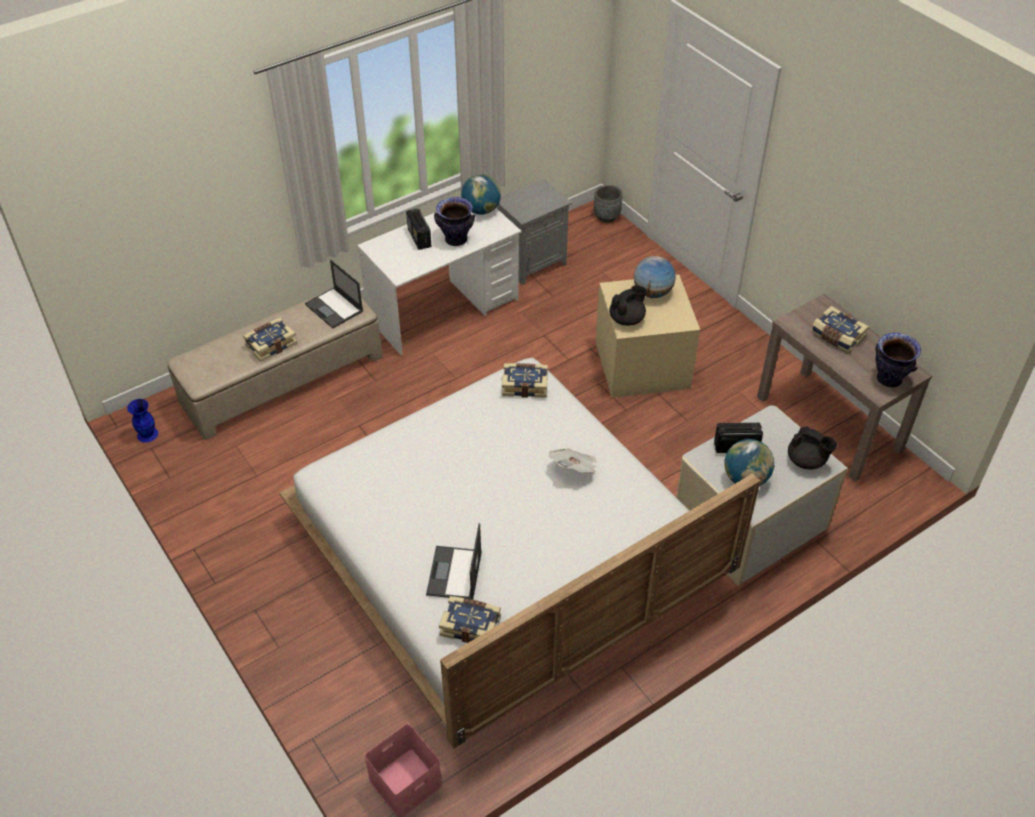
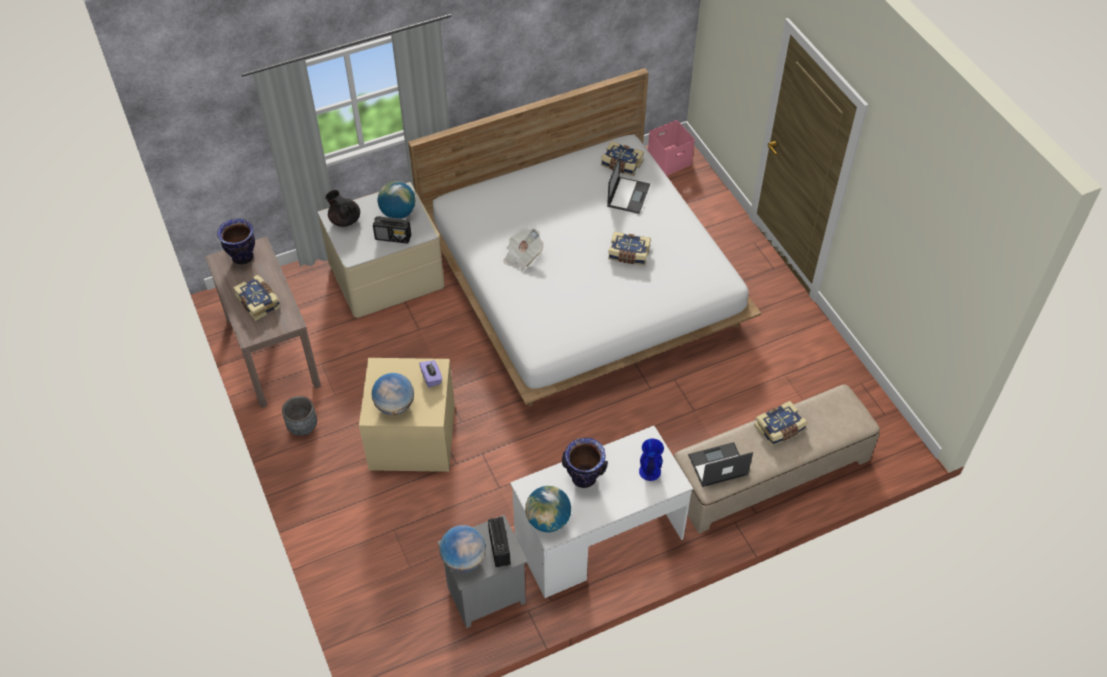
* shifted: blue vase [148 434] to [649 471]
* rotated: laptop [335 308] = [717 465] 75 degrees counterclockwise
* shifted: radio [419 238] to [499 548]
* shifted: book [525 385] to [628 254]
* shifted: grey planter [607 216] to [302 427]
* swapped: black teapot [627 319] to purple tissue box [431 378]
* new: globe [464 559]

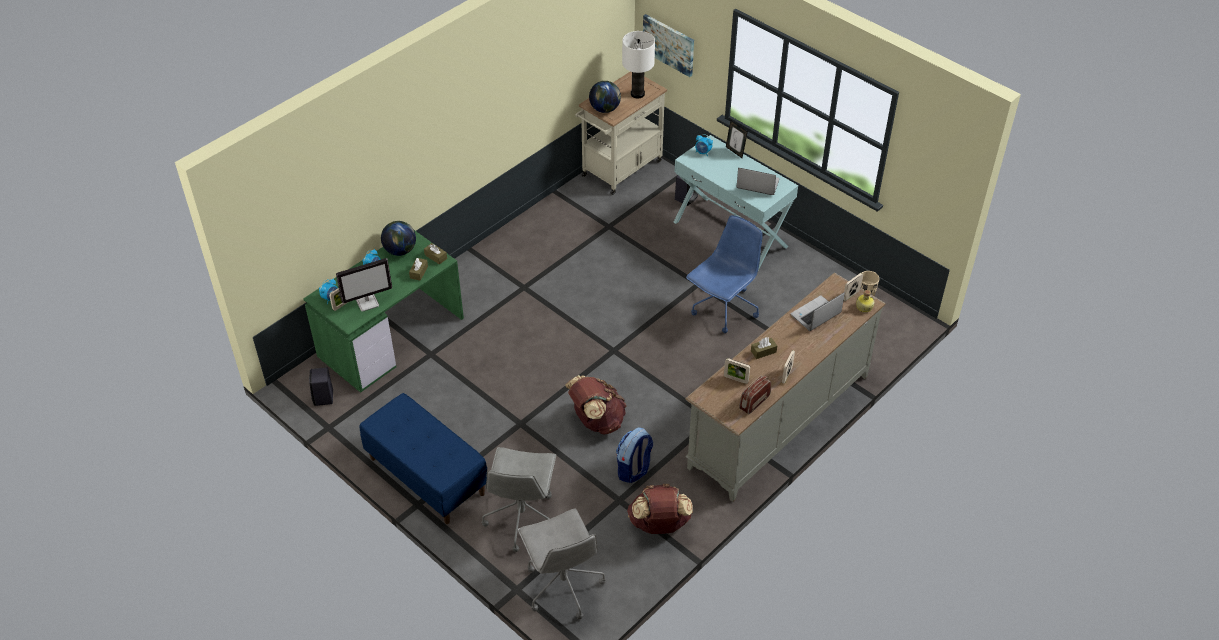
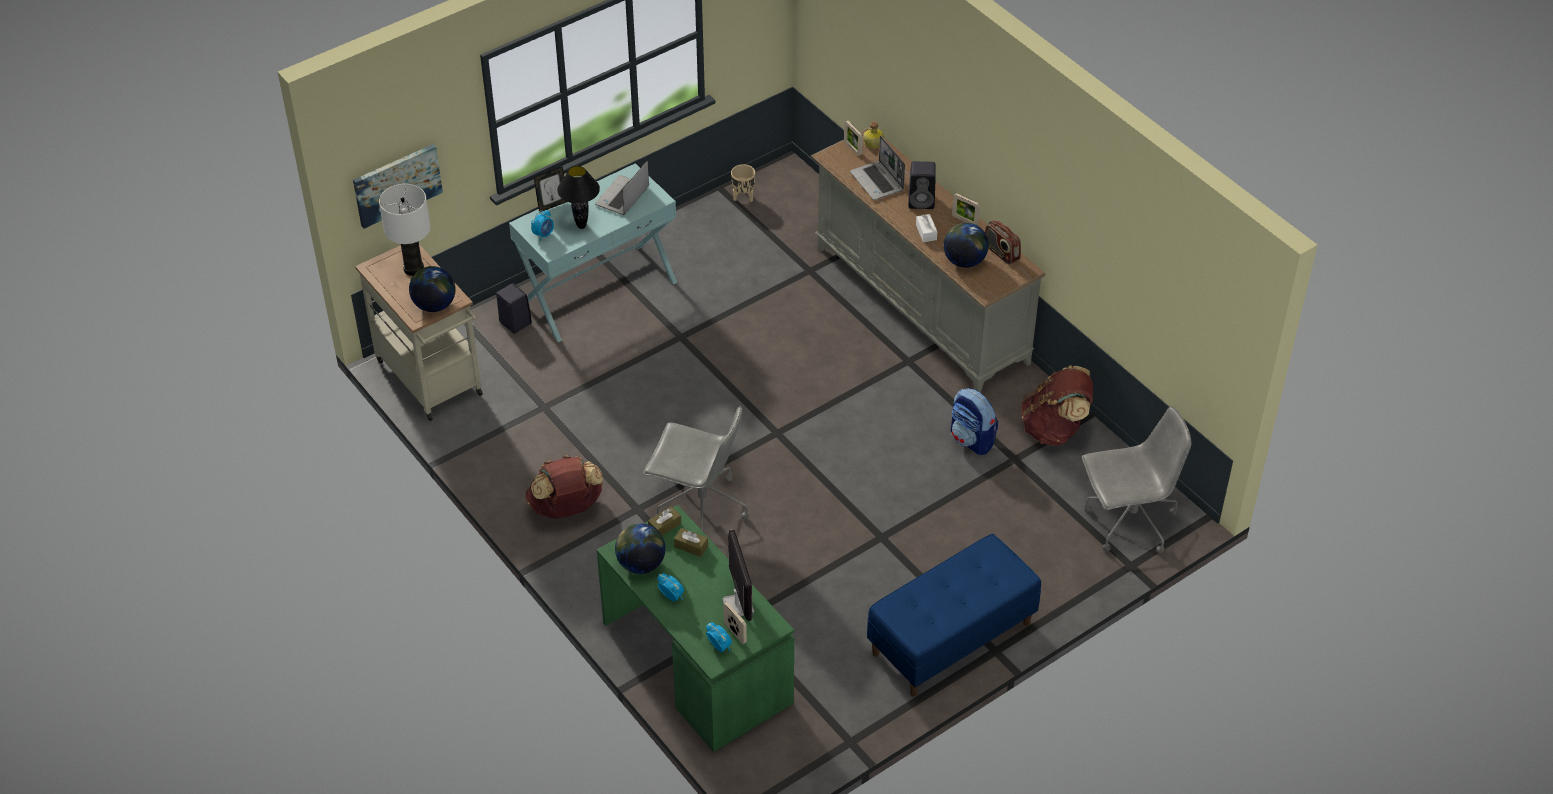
* shifted: black speaker [323 398] to [922 201]
* shifted: grey office chair [522 516] to [698 507]
* shifted: brown backpack [596 421] to [566 508]
* gone: blue office chair [722 310]
* swapped: picture frame [736 379] to globe [964 261]
* repainted: brown tissue box [763 351] to white tissue box [926 232]
* new: black table lamp [582 226]

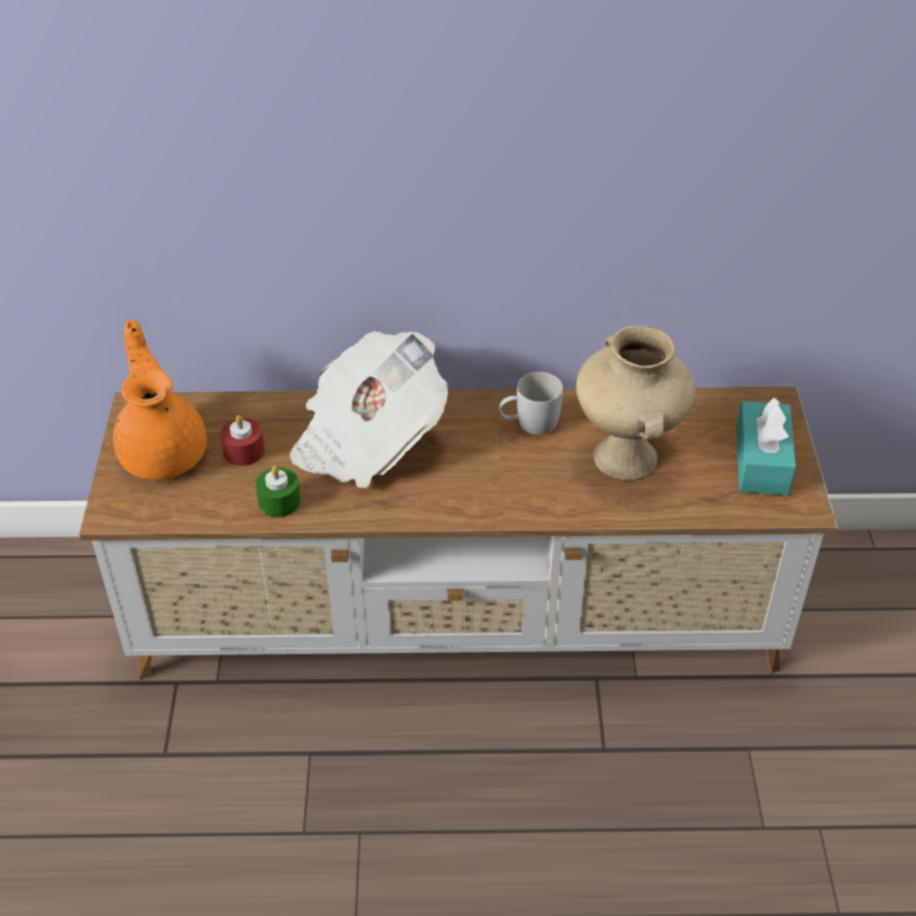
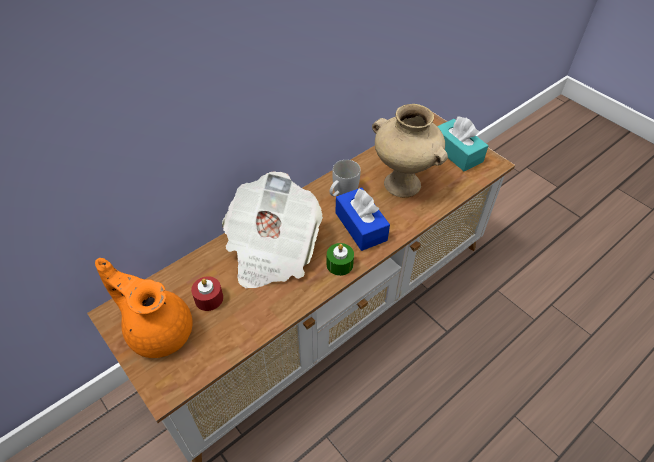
* shifted: green candle [279 501] to [339 264]
* new: blue tissue box [361 226]

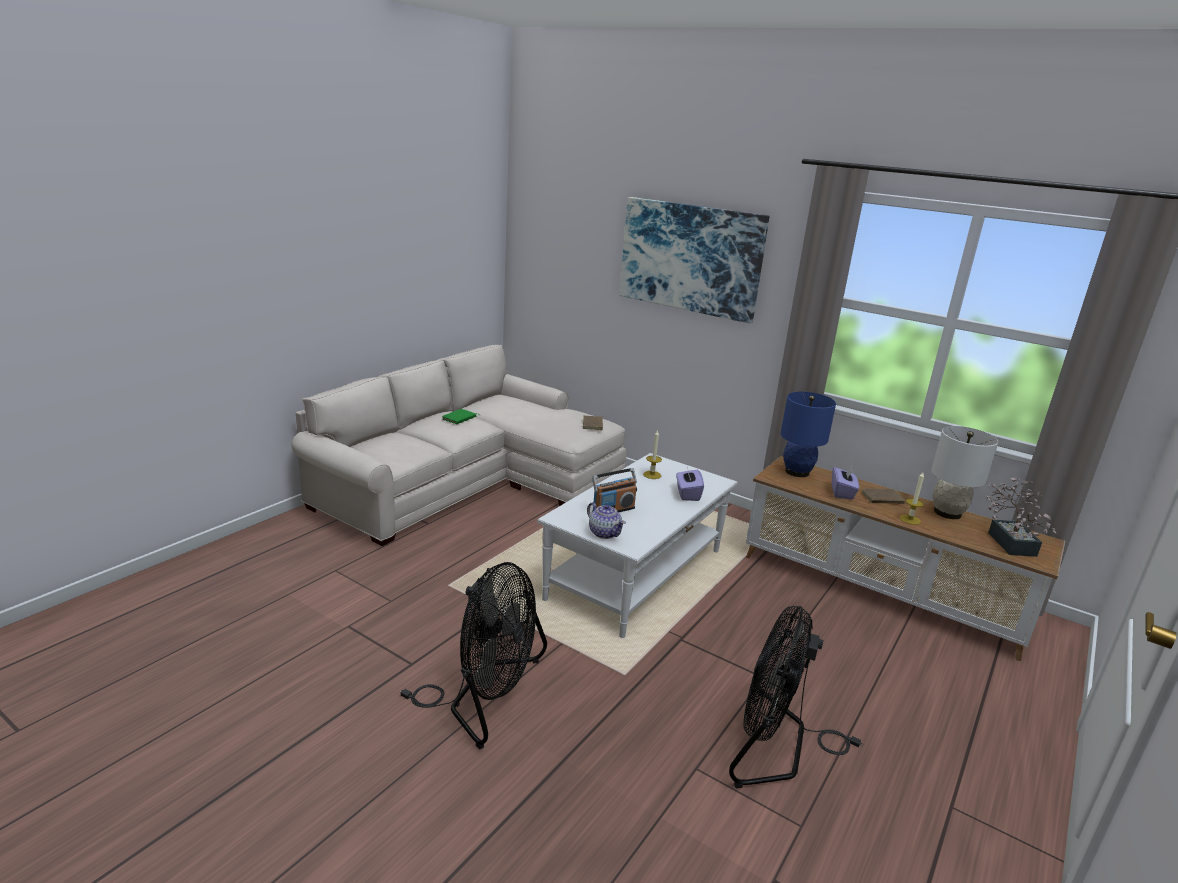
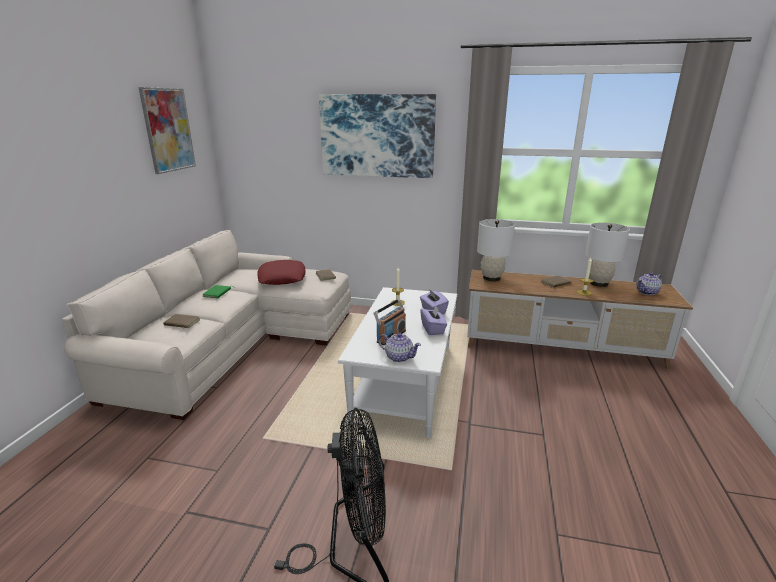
* gone: black fan [778 741]
* repainted: blue table lamp [797 472] to white table lamp [491 278]
* shifted: purple tissue box [842 492] to [433 329]
* swapped: potted plant [1009 541] to teapot [647 292]
* new: picture [168 130]
* new: brown book [181 323]
* new: red pillow [282 277]

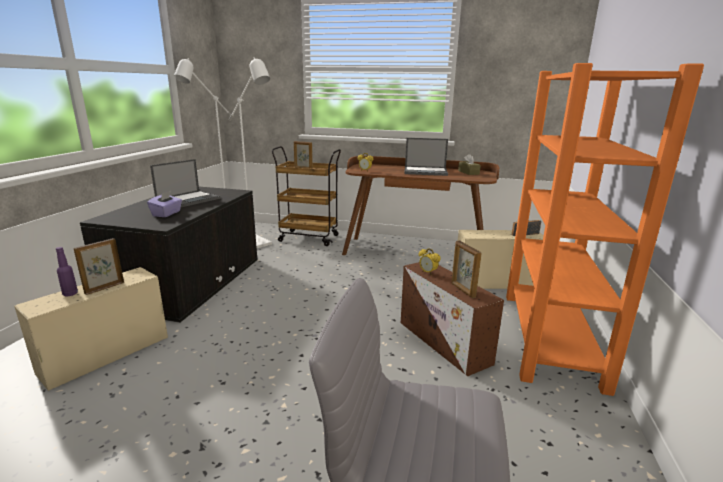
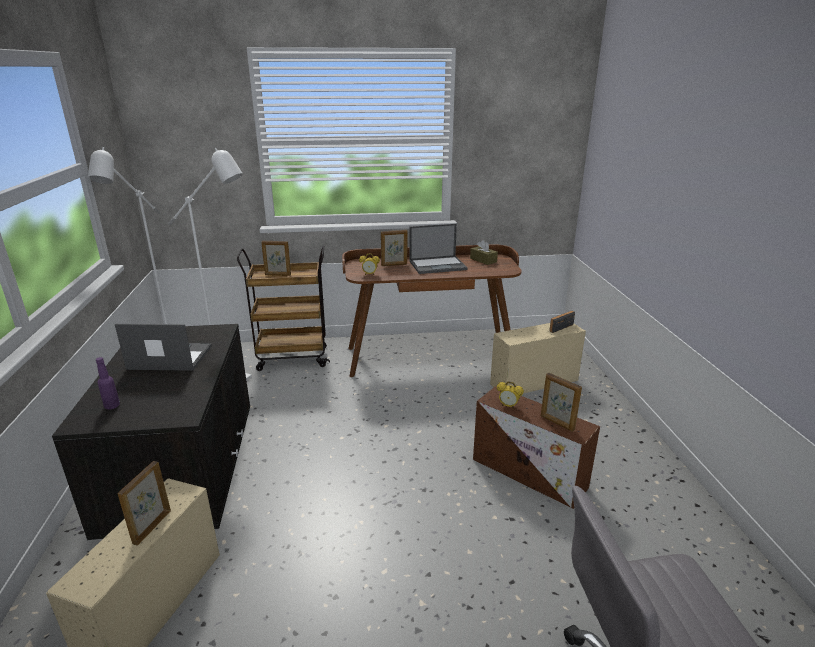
* shifted: purple bottle [70 294] to [112 406]
* gone: purple tissue box [167 214]
* rotated: laptop [189 199] = [169 357] 105 degrees counterclockwise
* gone: orange bookcase [550 337]
* new: picture frame [394 265]

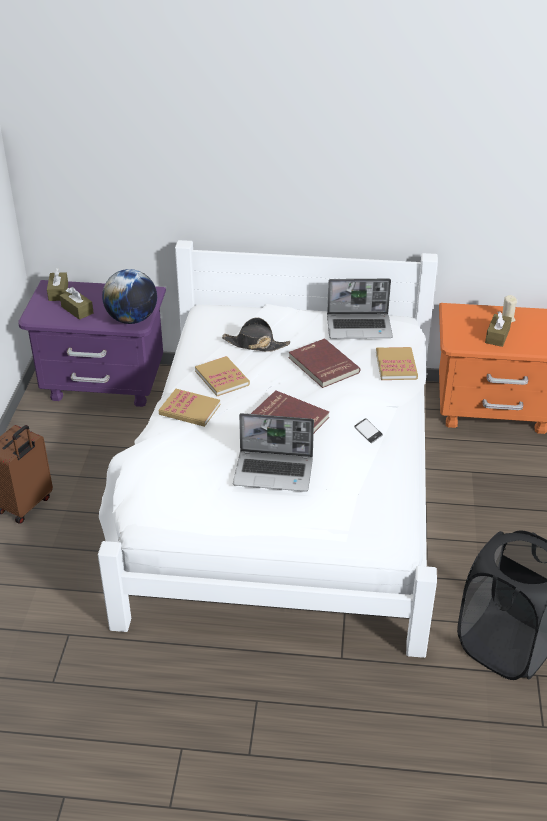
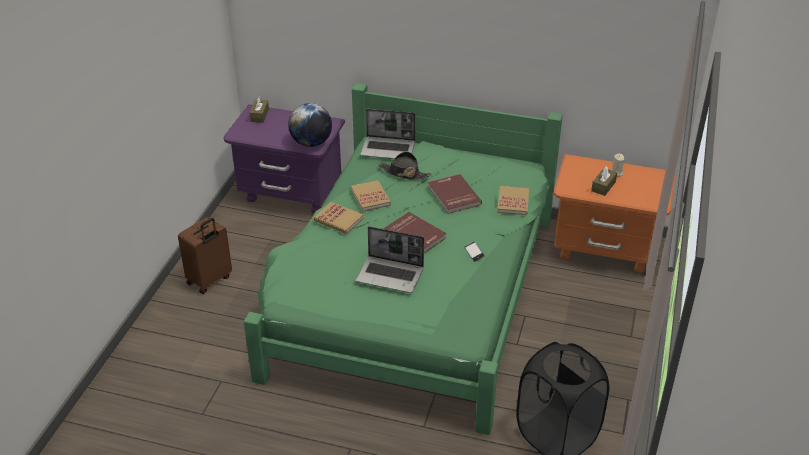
* gone: brown tissue box [77 310]
* repainted: white bed [284 492] to green bed [412 295]
* shifted: laptop [360 327] to [388 149]

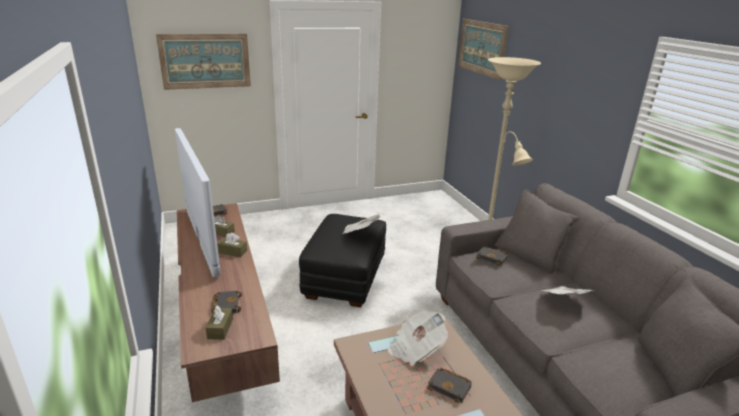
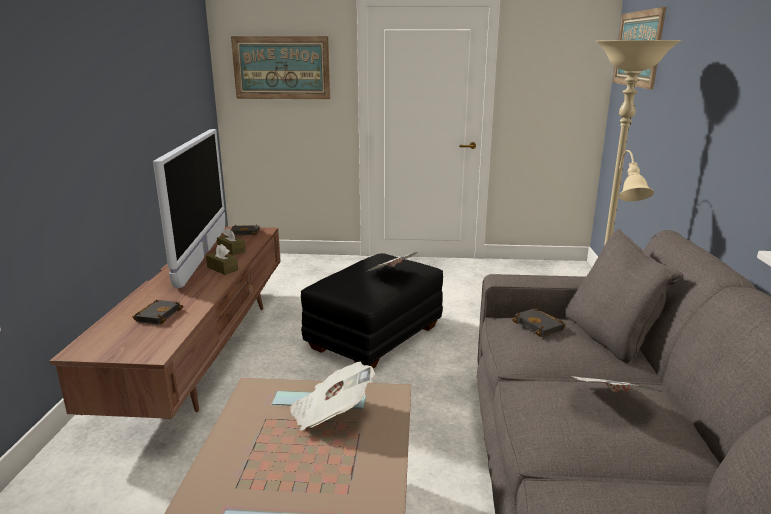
* gone: brown tissue box [220 329]
* gone: black book [450 387]

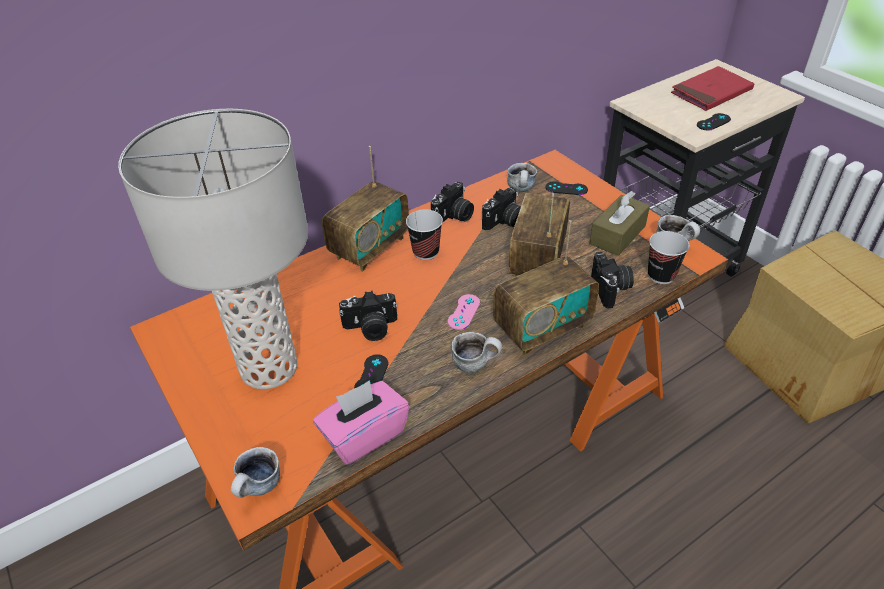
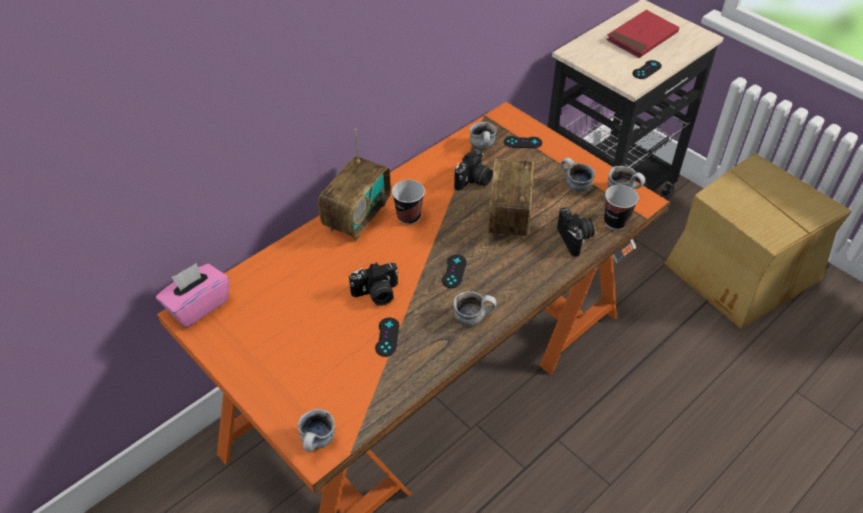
* gone: white table lamp [268 368]
* shifted: pink tissue box [364 435] to [198 306]
* gone: photo camera [454 216]
* repainted: pink game controller [464 312] to black game controller [454 271]
* gone: radio [542 328]
* swapped: brown tissue box [617 235] to mug [574 186]

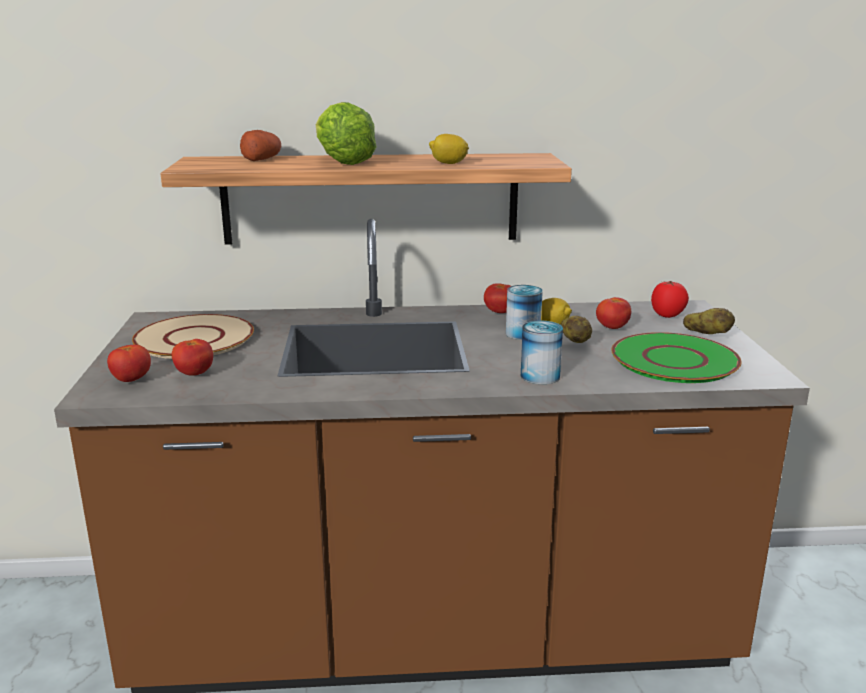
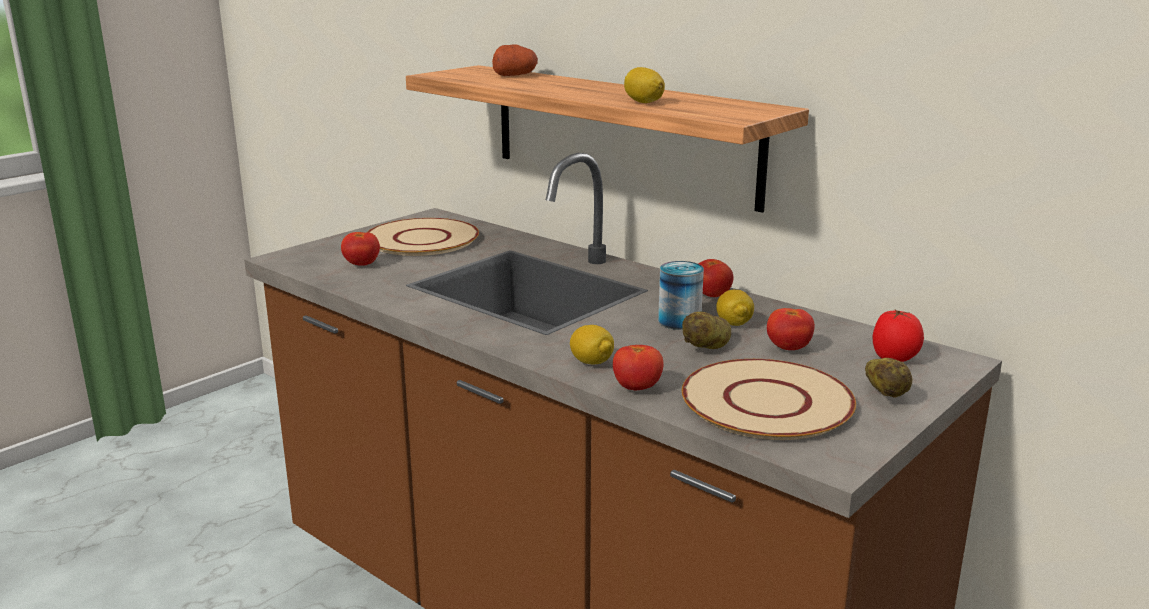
* shifted: tomato [132 380] to [637 388]
* gone: lettuce [343 162]
* swapped: can [540 376] to lemon [591 362]
* repainted: green plate [675 360] to beige plate [766 402]

